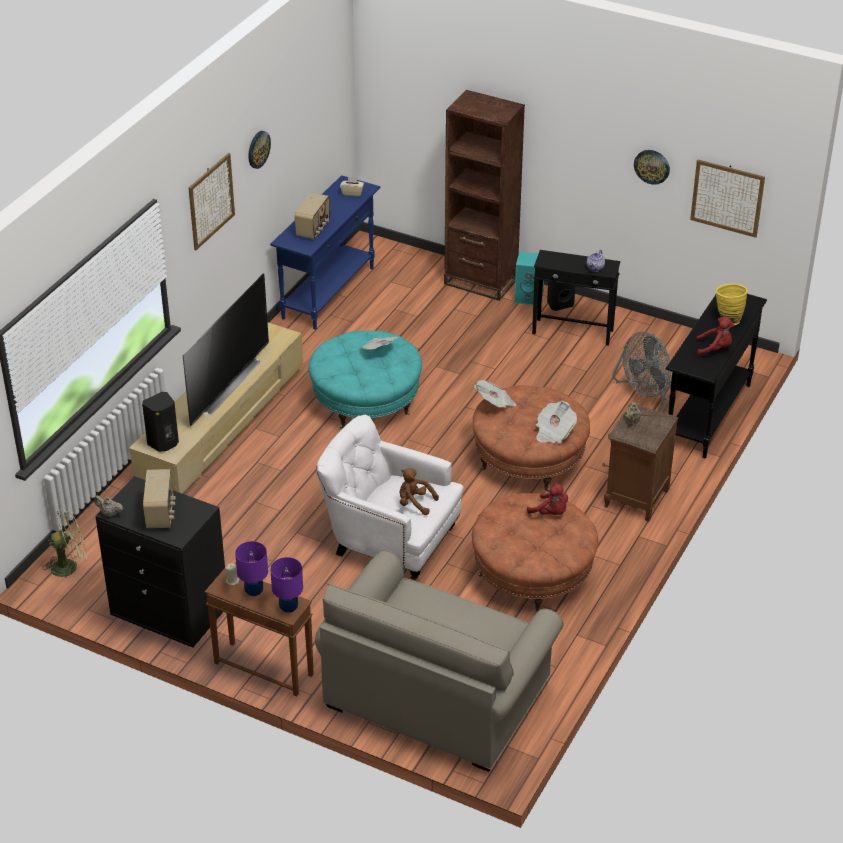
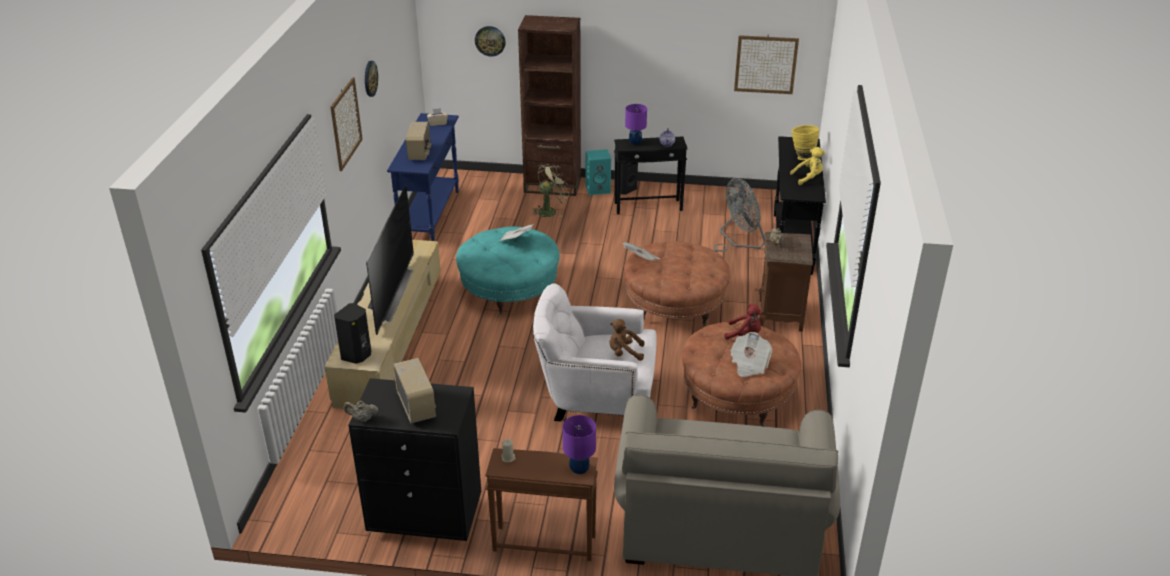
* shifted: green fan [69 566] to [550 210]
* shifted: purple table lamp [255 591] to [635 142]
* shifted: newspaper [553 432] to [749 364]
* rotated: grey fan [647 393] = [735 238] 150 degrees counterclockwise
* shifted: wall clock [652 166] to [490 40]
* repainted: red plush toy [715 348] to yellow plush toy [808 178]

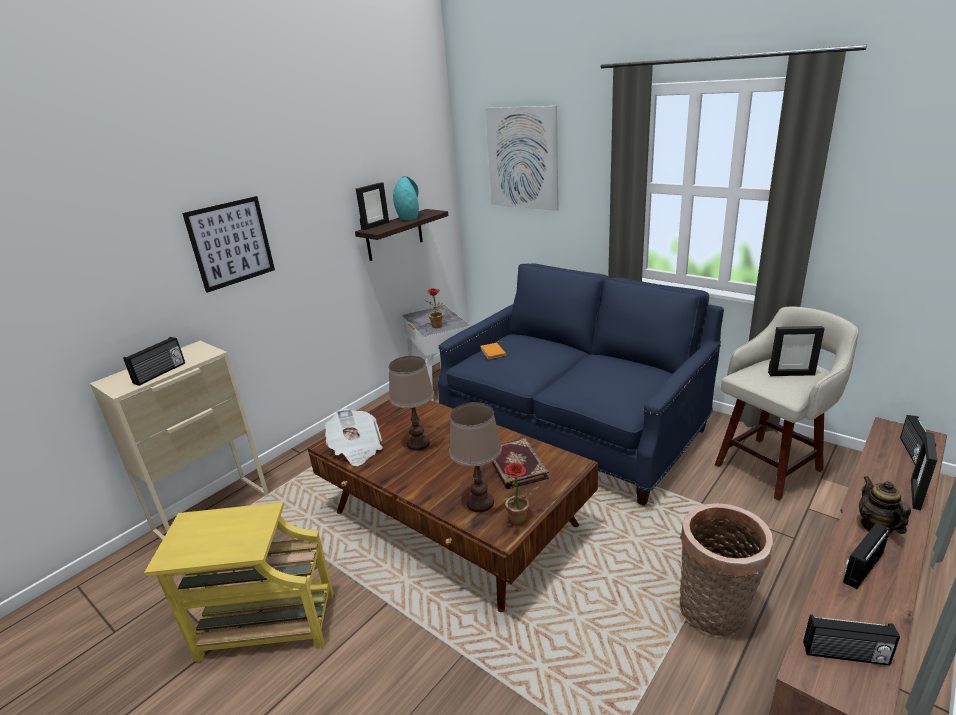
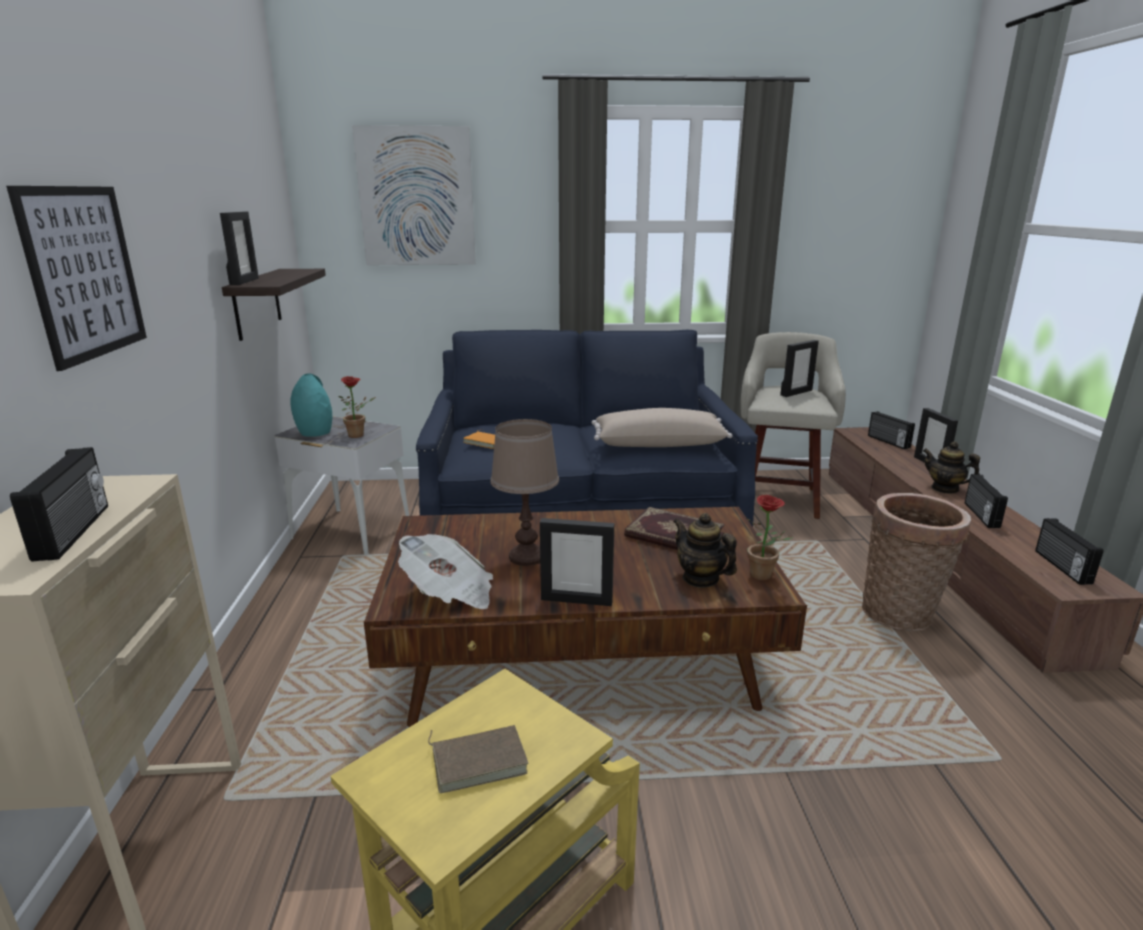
* shifted: turquoise vase [409 218] to [314 432]
* swapped: brown table lamp [480 503] to teapot [700 579]
* rotated: radio [845 655] = [1061 567] 120 degrees clockwise
* new: brown book [479 759]
* new: picture frame [576 599]
* new: beige pillow [659 444]

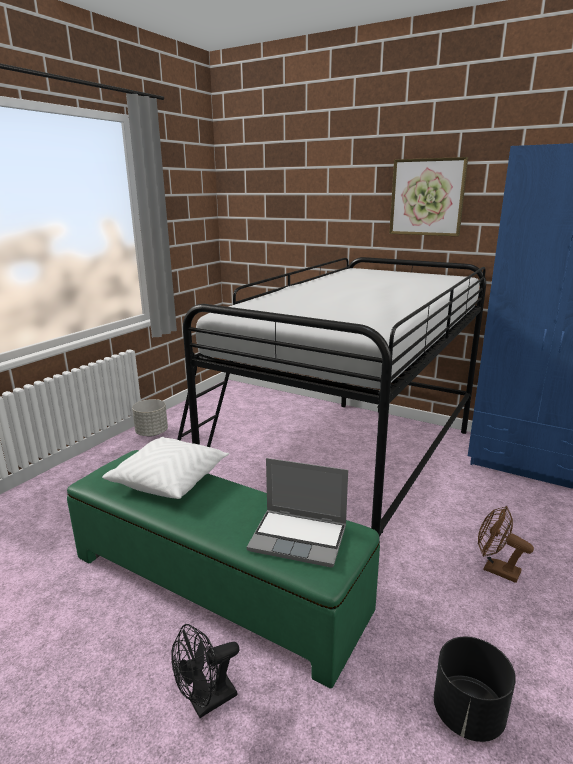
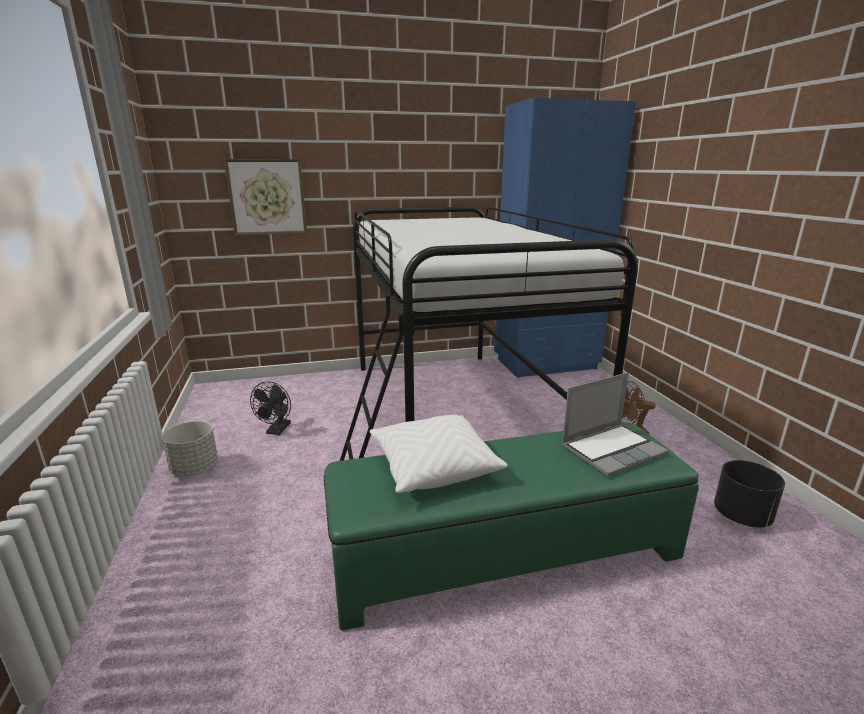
* shifted: black fan [206 702] to [277 430]
* shifted: picture [427 197] to [267 197]

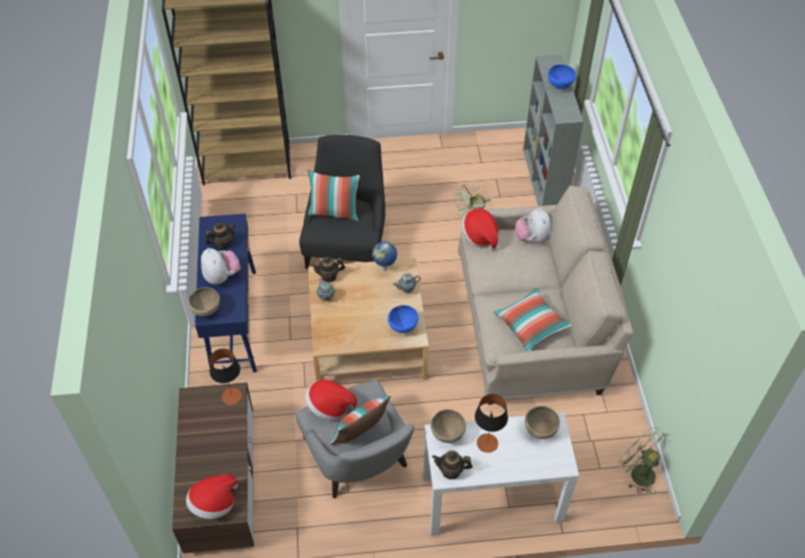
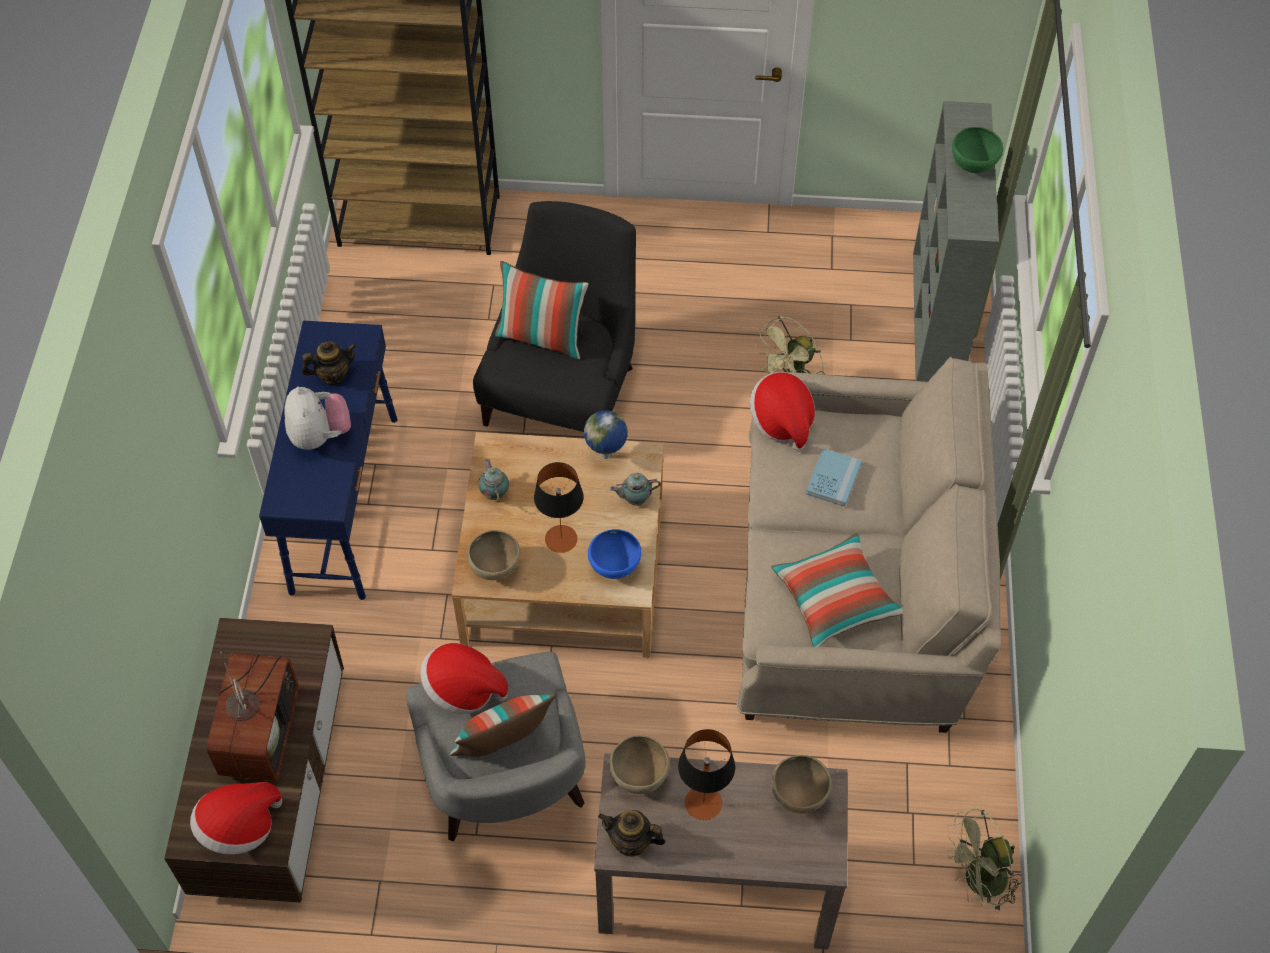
* shifted: brown bowl [207 310] to [496 568]
* shifted: table lamp [231 396] to [561 539]
* gone: teapot [329 276]
* repainted: white console table [491 499] to brown console table [714 887]
* gone: plush toy [532 238]
* repainted: blue bowl [559 86] to green bowl [973 165]
* rotated: green fan [637 472] = [977 882] 75 degrees counterclockwise
* new: television [257 730]
* new: blue book [833 479]

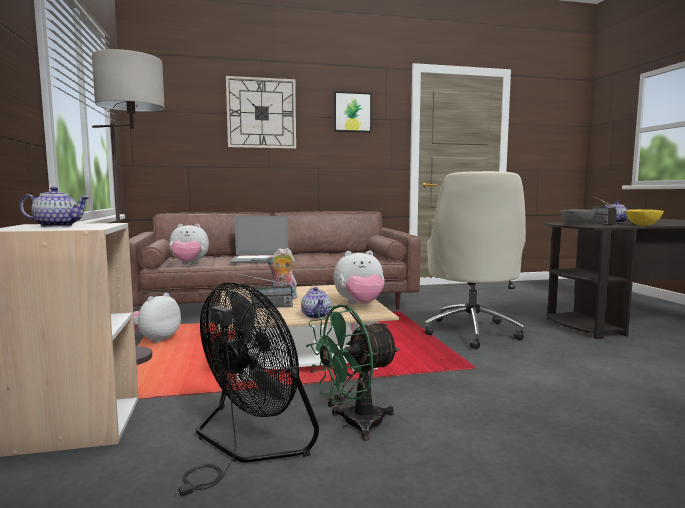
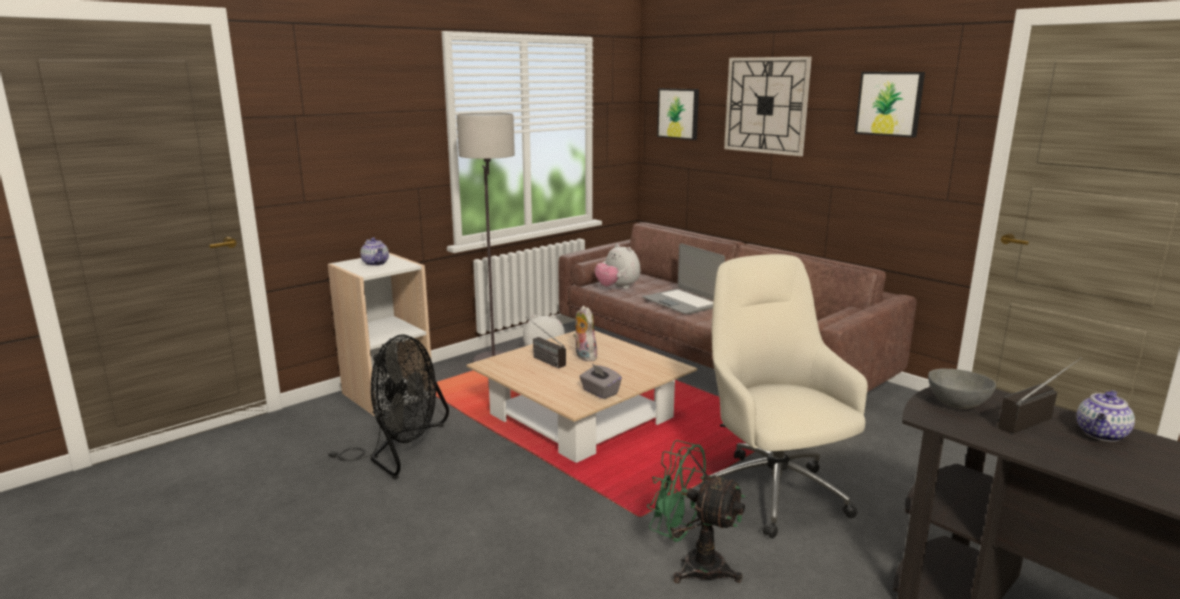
* gone: teapot [316 315]
* shifted: green fan [353 424] to [692 565]
* swapped: plush toy [360 305] to grey tissue box [600 392]
* rotated: beige office chair [471 333] = [774 493] 90 degrees clockwise
* gone: yellow bowl [643 225]
* new: picture [679 113]

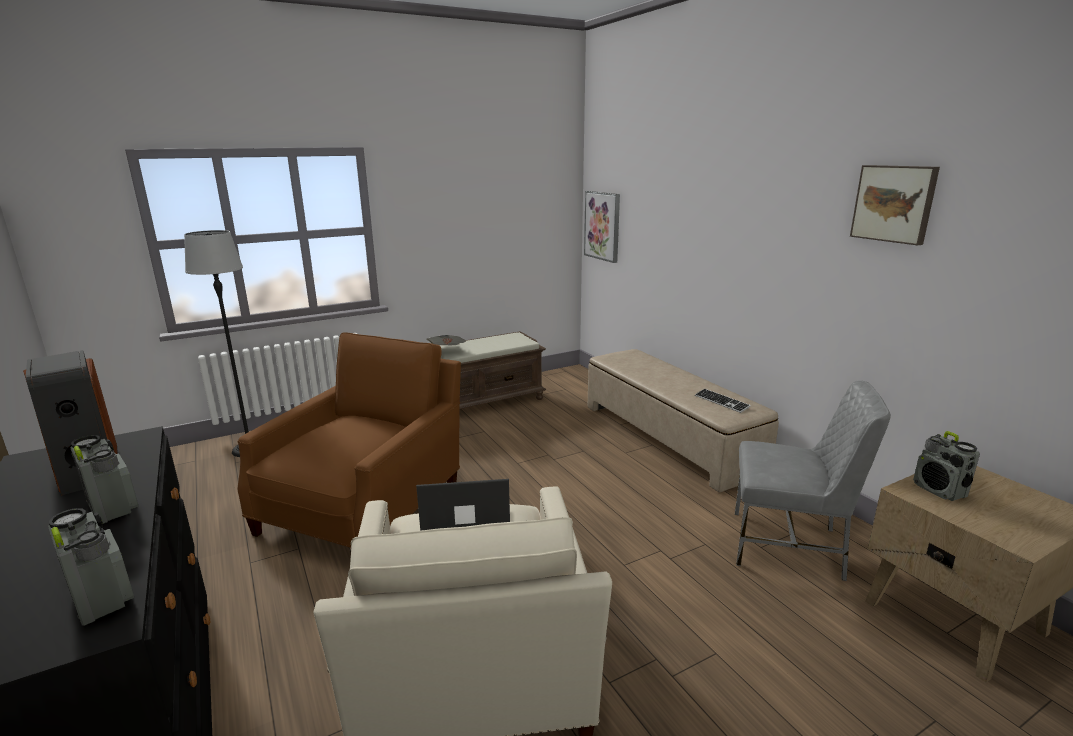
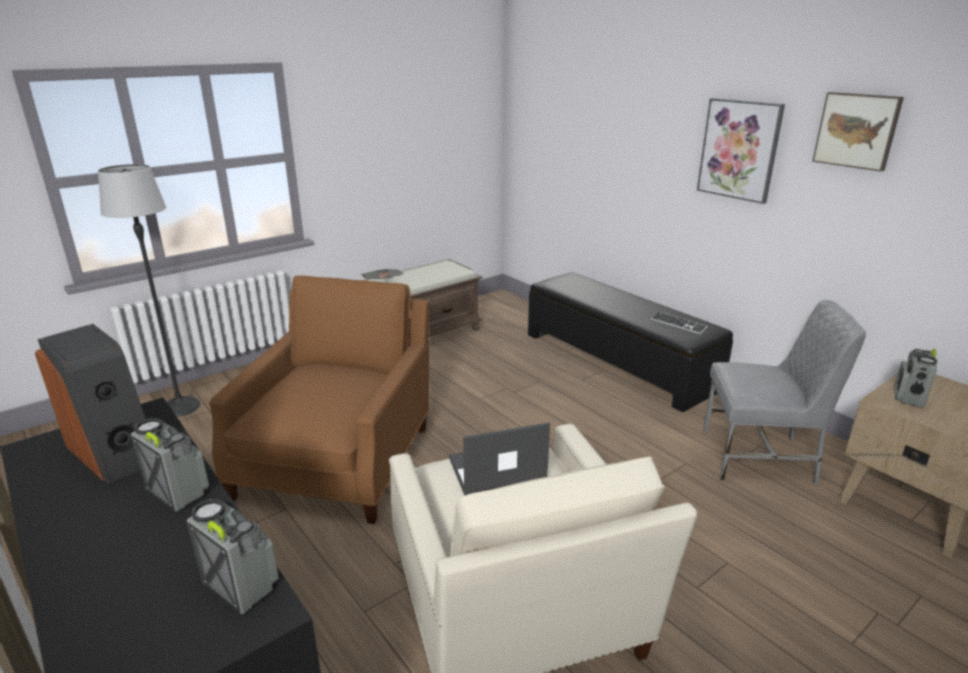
* shifted: picture [602 226] to [739 149]
* repainted: beige bench [670 437] to black bench [619 360]
* rotated: radio [939 490] = [908 398] 60 degrees clockwise

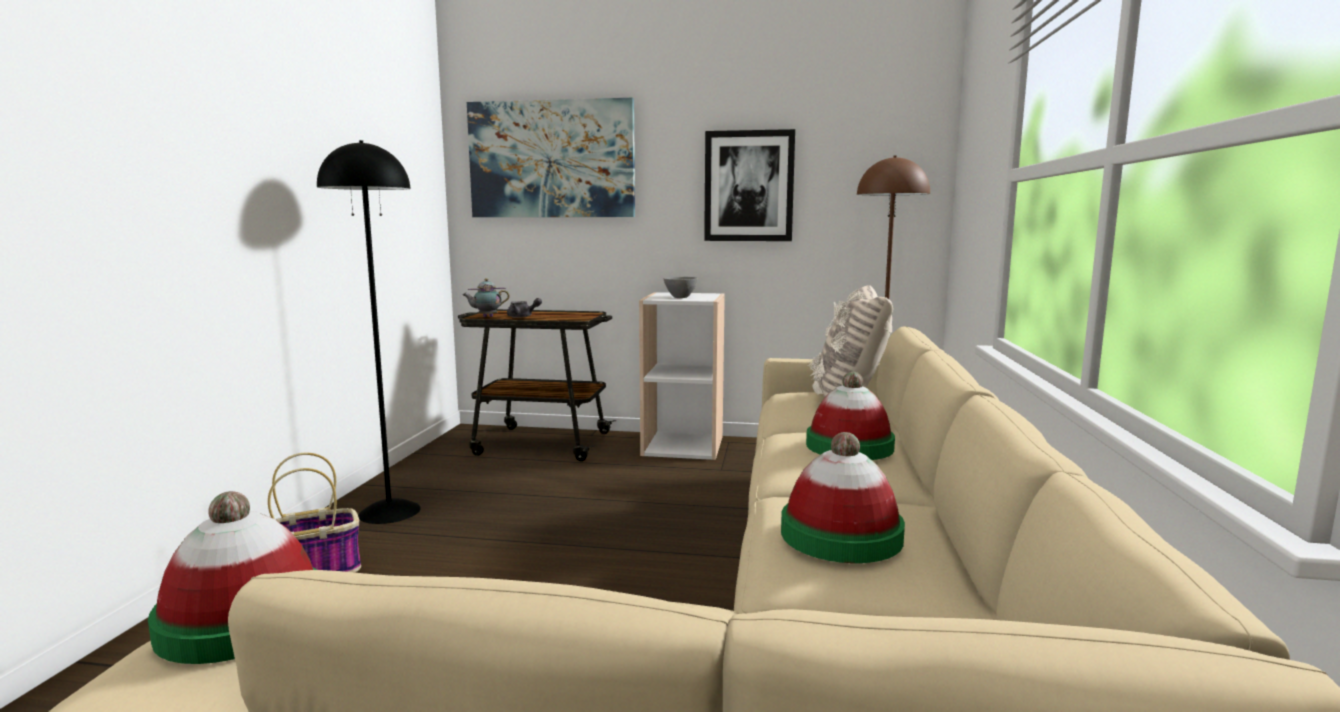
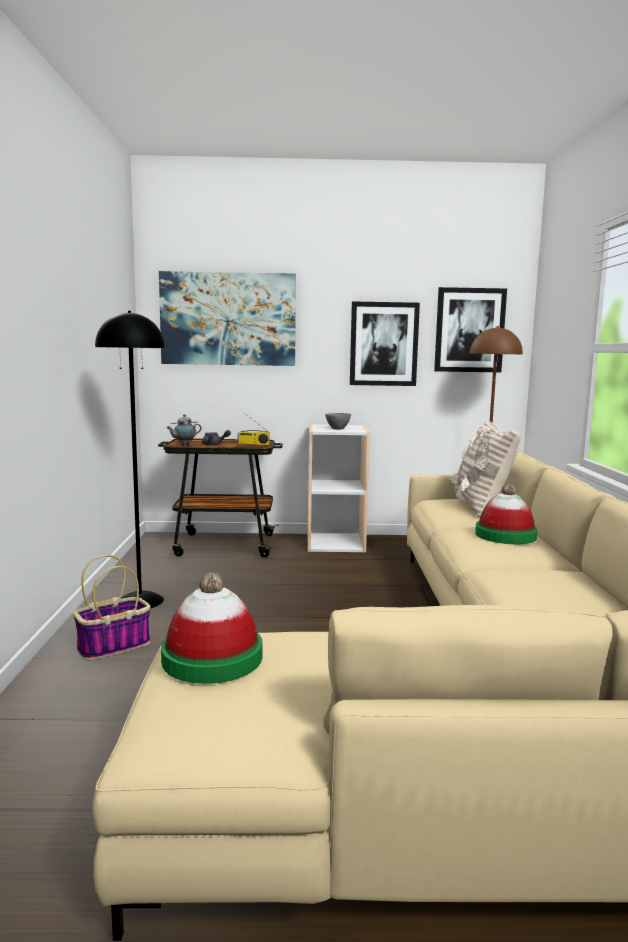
* gone: hat [841 535]
* new: radio [253 444]
* new: picture [469 330]

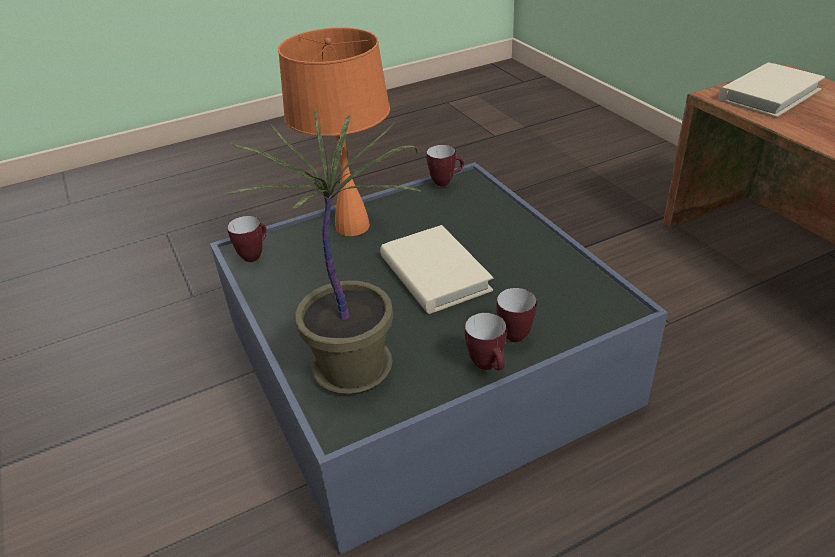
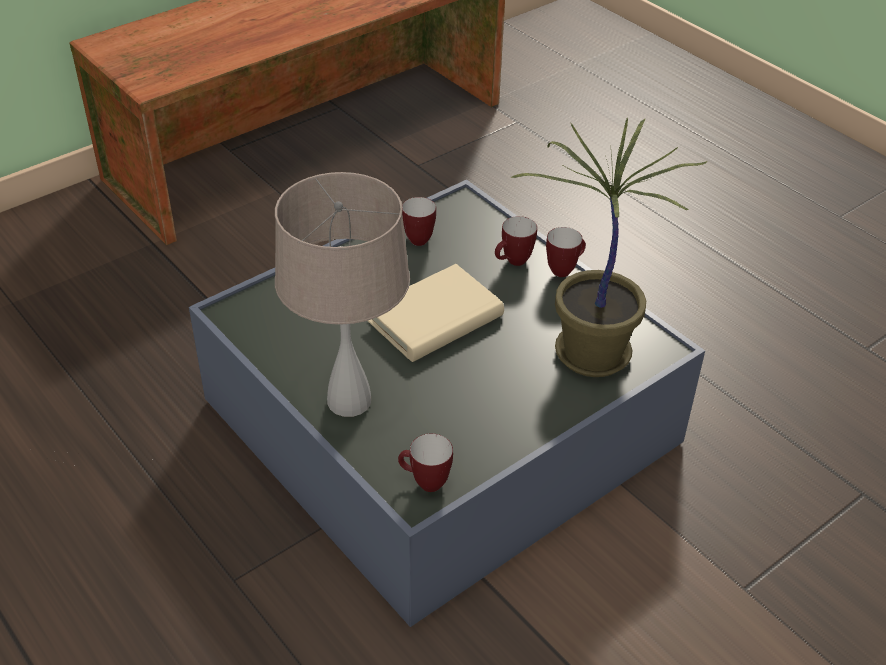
* repainted: orange table lamp [352 226] to beige table lamp [348 401]
* shifted: mug [445 181] to [415 238]
* gone: beige book [769 95]

